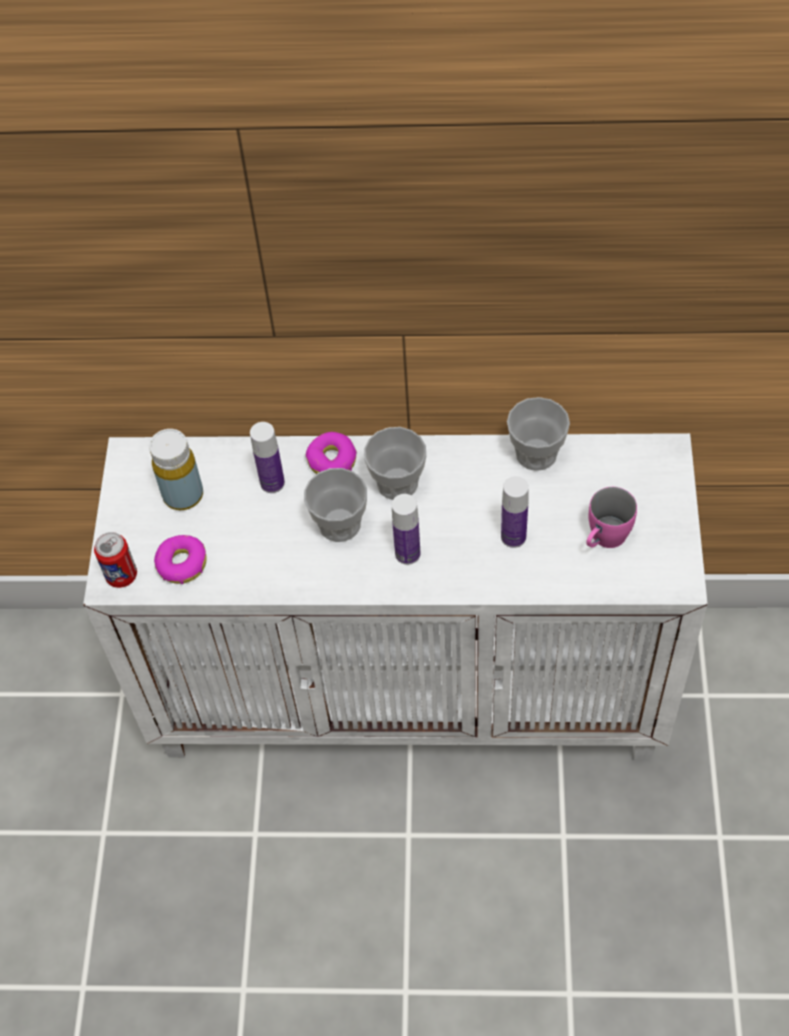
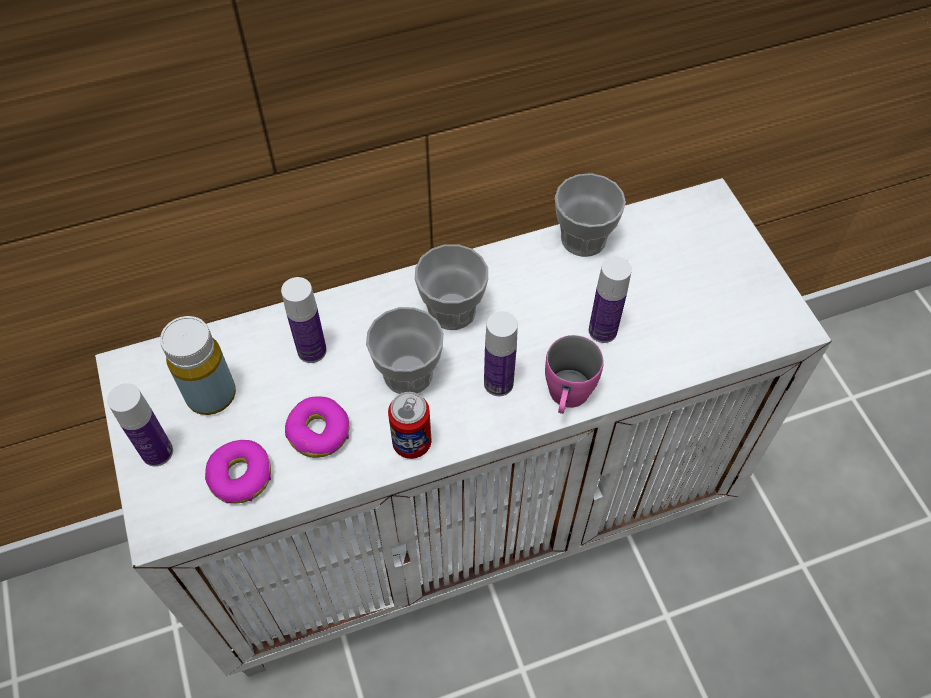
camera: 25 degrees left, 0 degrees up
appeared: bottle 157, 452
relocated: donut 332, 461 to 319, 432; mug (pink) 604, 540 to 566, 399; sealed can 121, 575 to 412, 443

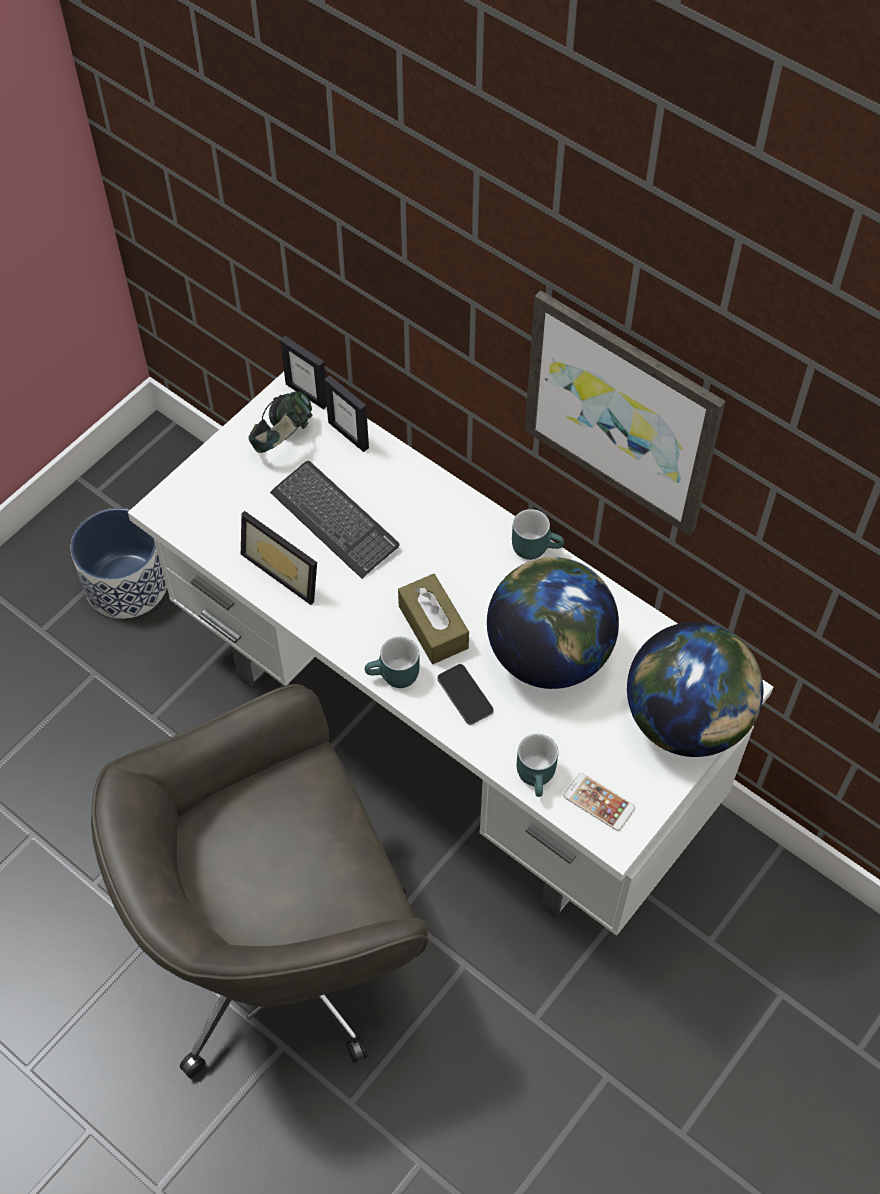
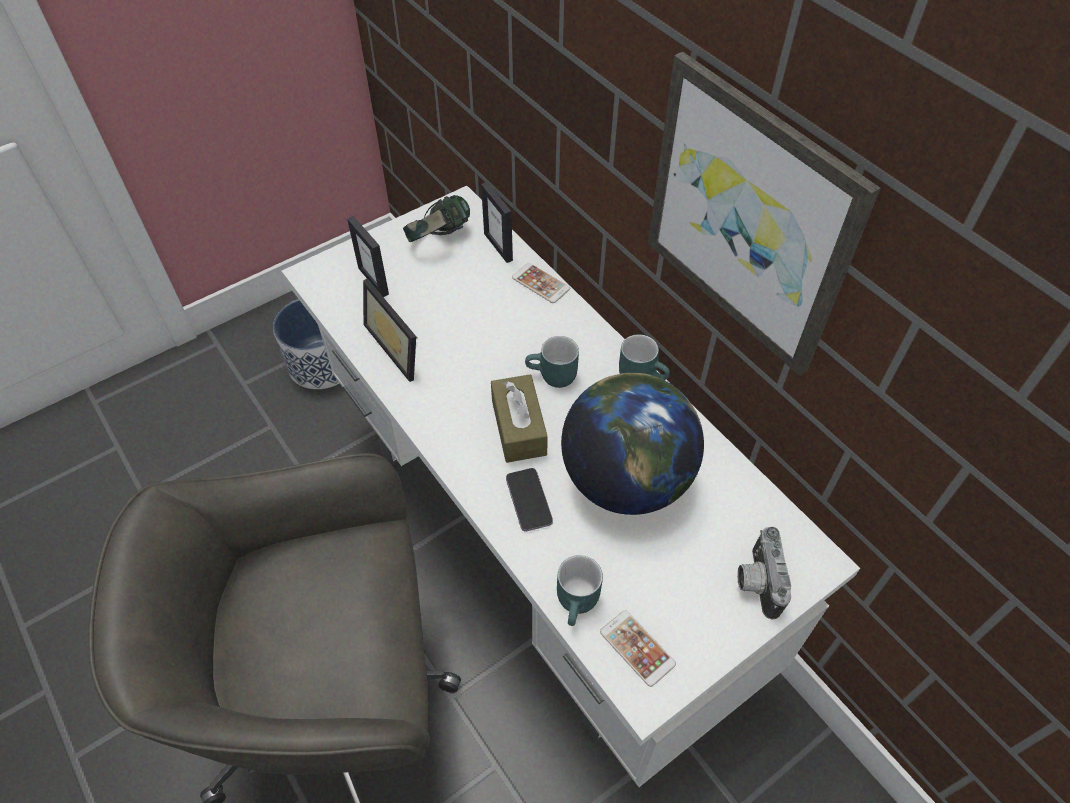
camera: 15 degrees right, 5 degrees down
missing: computer keyboard 334, 521
appeared: telephone 540, 283
relocated: photo frame 307, 394 to 374, 281; mug (turquoise-coloured) 394, 677 to 552, 377
exchanged: desk globe 686, 720 to still camera 756, 581

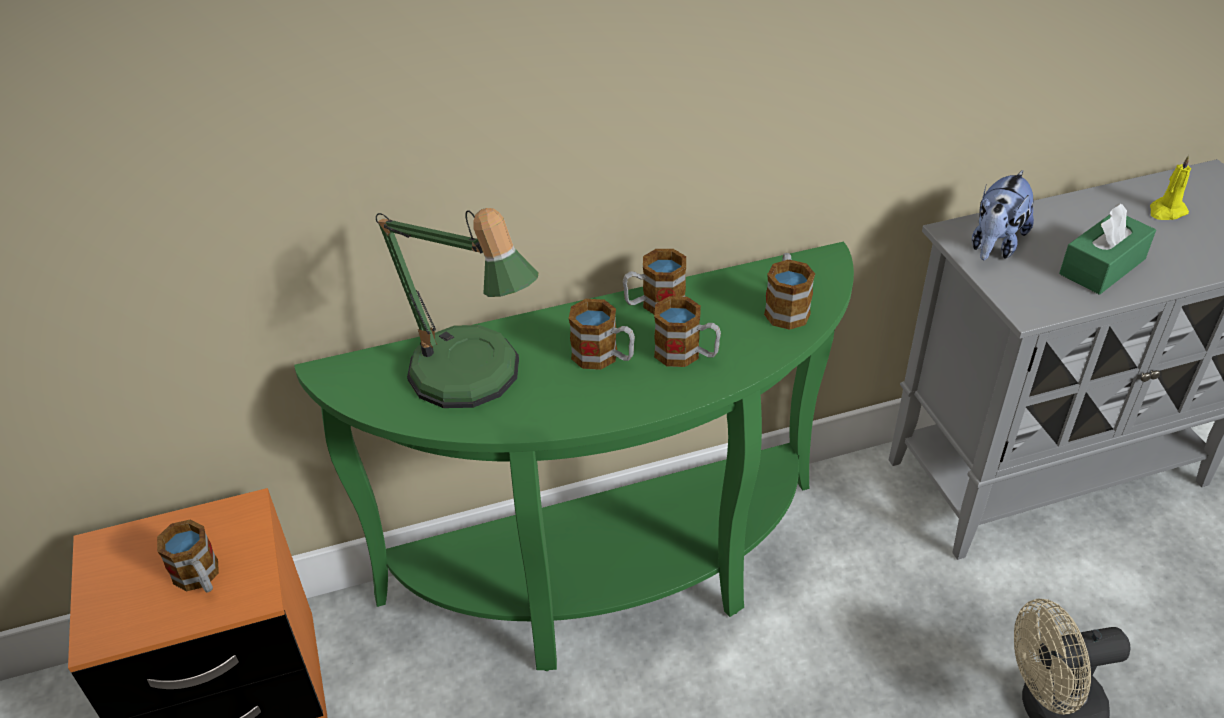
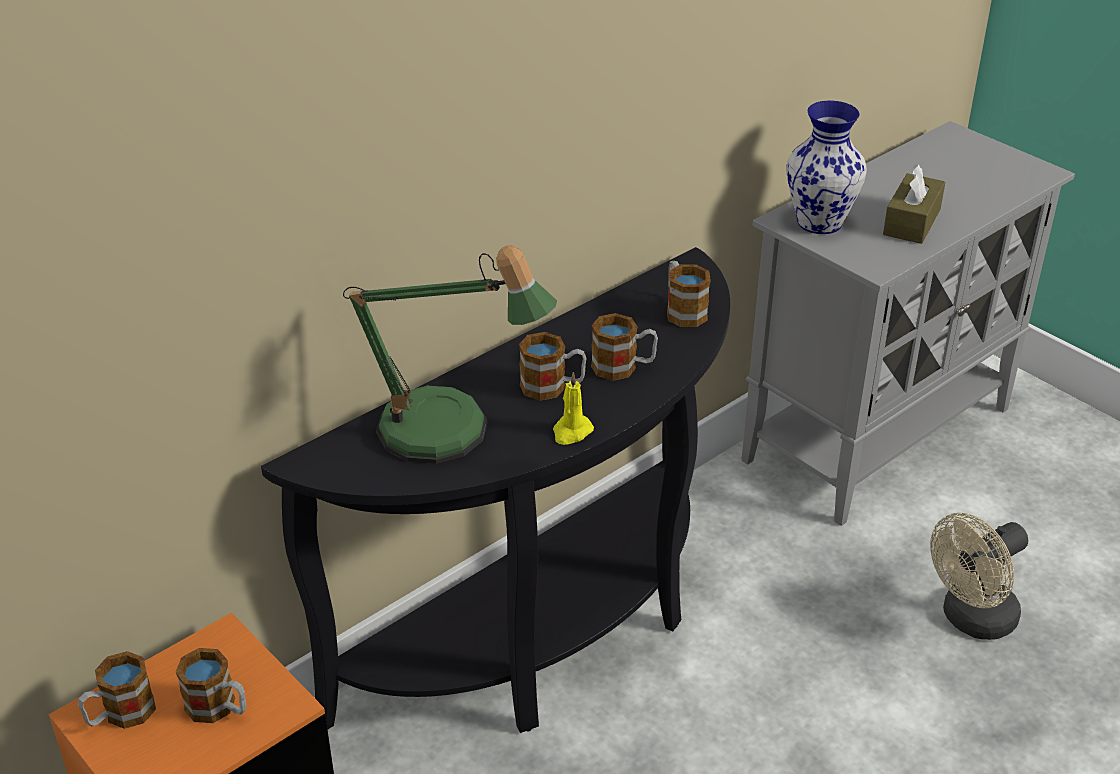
camera: 25 degrees left, 5 degrees down
relocated: wax light (yellow-coloured) 1166, 211 to 571, 432; mug 654, 304 to 120, 714
exchanged: cuddly toy 995, 245 to flower vase 820, 223
colour: tissue holder (green-coloured) 1102, 266 to tissue holder (brown-coloured) 911, 222; console table (green-coloured) 616, 582 to console table (black-coloured) 551, 635

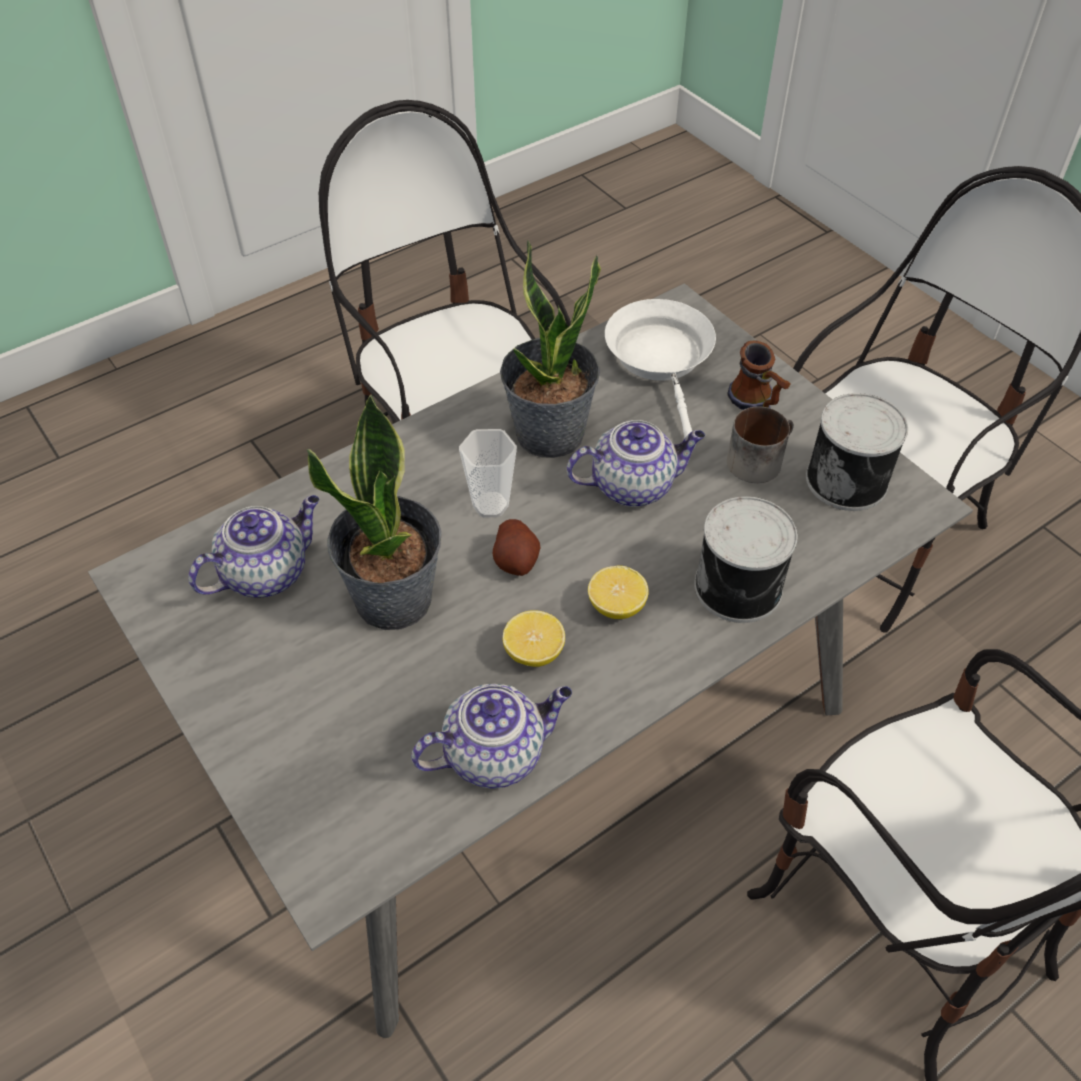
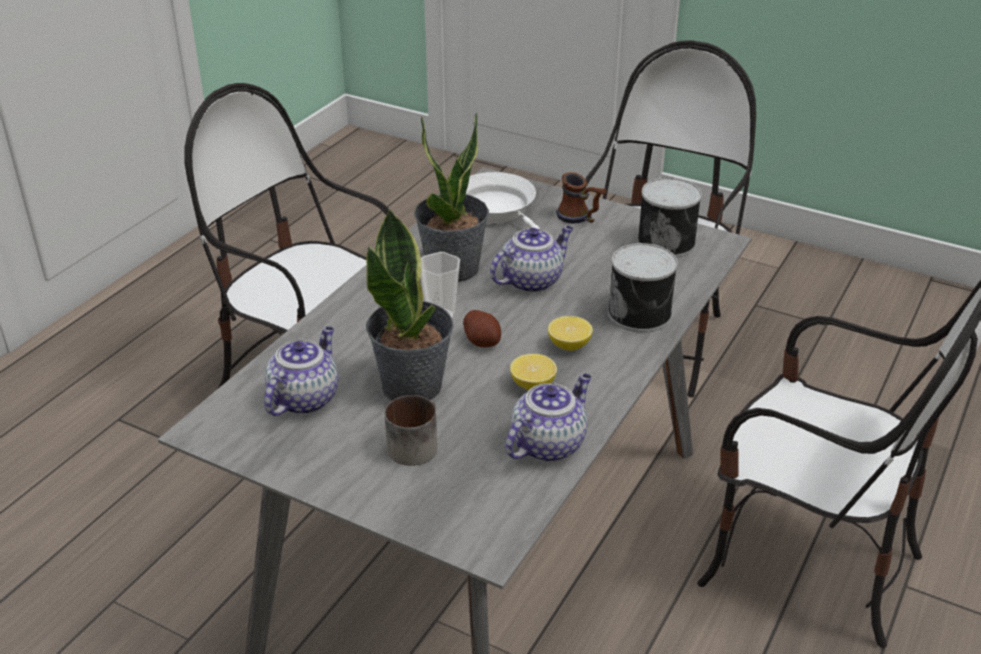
camera: 25 degrees left, 15 degrees down
relocated: mug 758, 459 to 414, 444

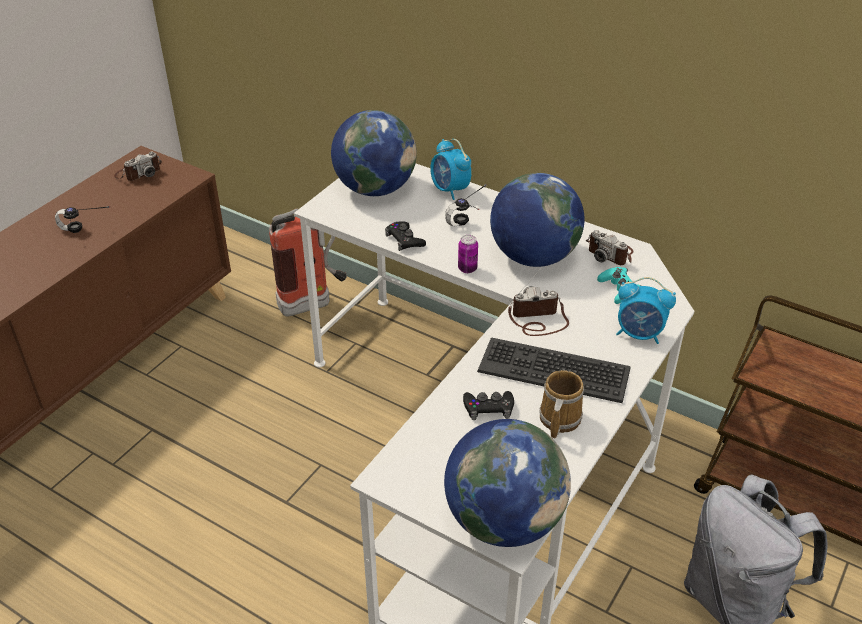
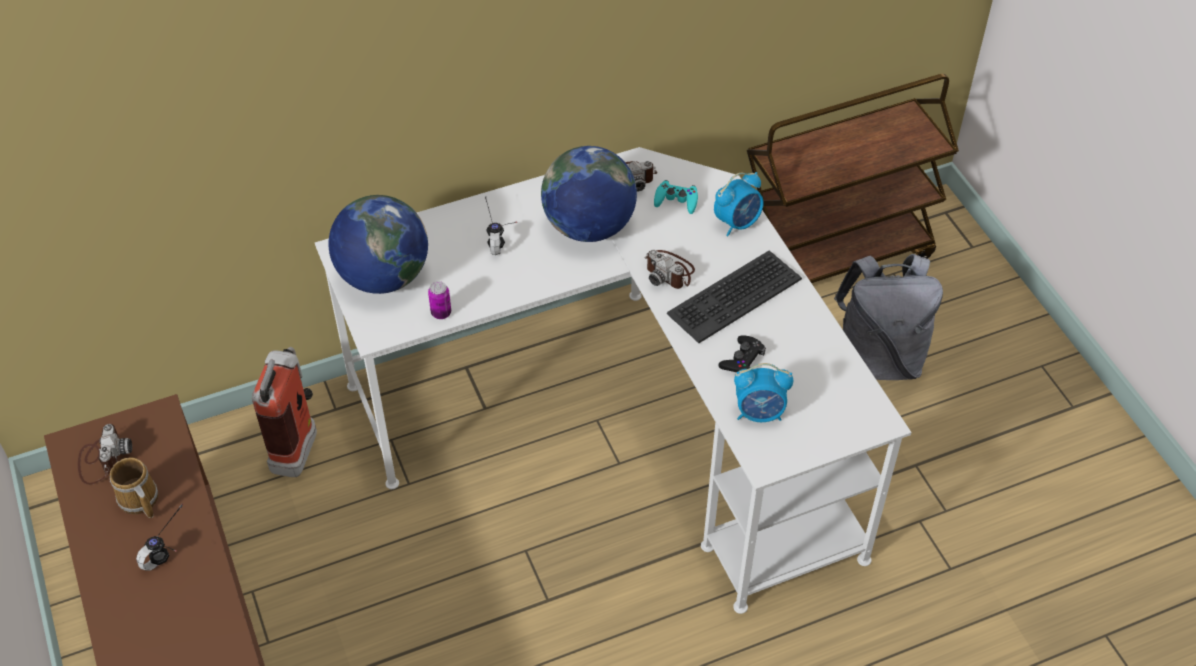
camera: 55 degrees left, 10 degrees up
missing: game controller (black-coloured) 404, 240; desk globe 504, 520
relocated: table clock 450, 190 to 760, 413; sealed can 467, 269 to 441, 313; mug 558, 419 to 138, 501
spun: still camera 538, 320 = 669, 271 75 degrees counterclockwise

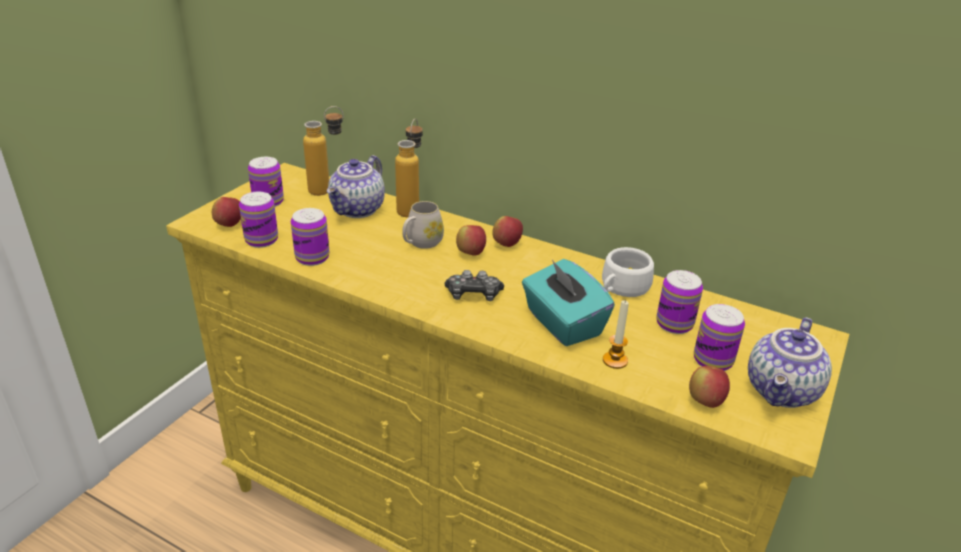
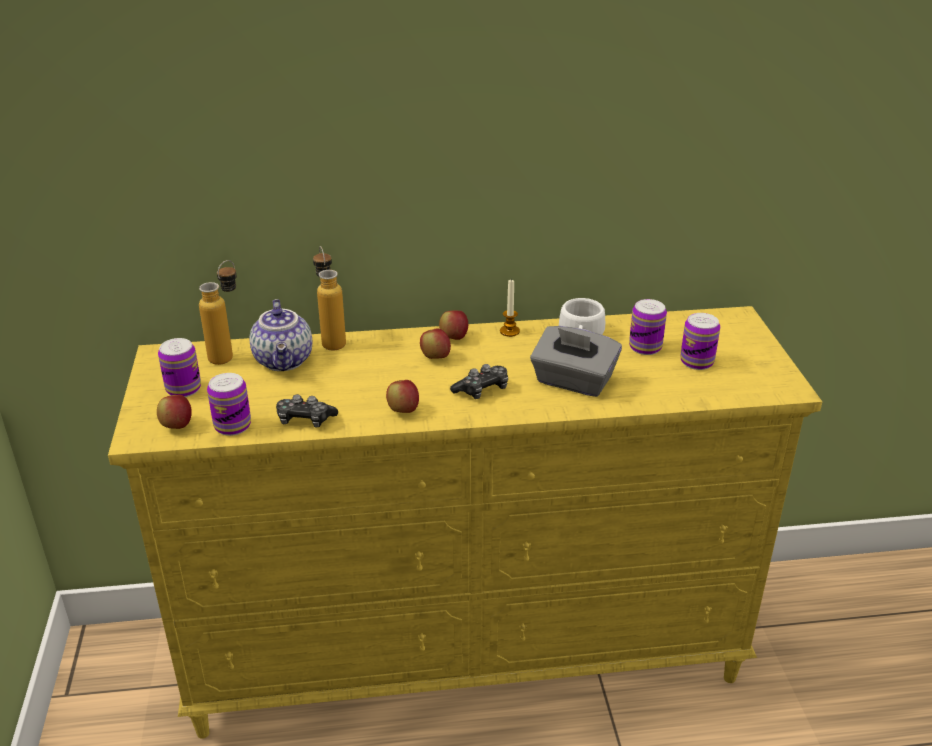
camera: 35 degrees left, 0 degrees up
missing: mug (white) 421, 243; pot for tea 783, 392
relocated: wax light 615, 360 to 509, 331; whole apple 705, 401 to 403, 410
exchanged: sealed can 312, 257 to game controller 305, 420
colour: tissue holder (turquoise-coloured) 562, 323 to tissue holder (gray) 573, 381

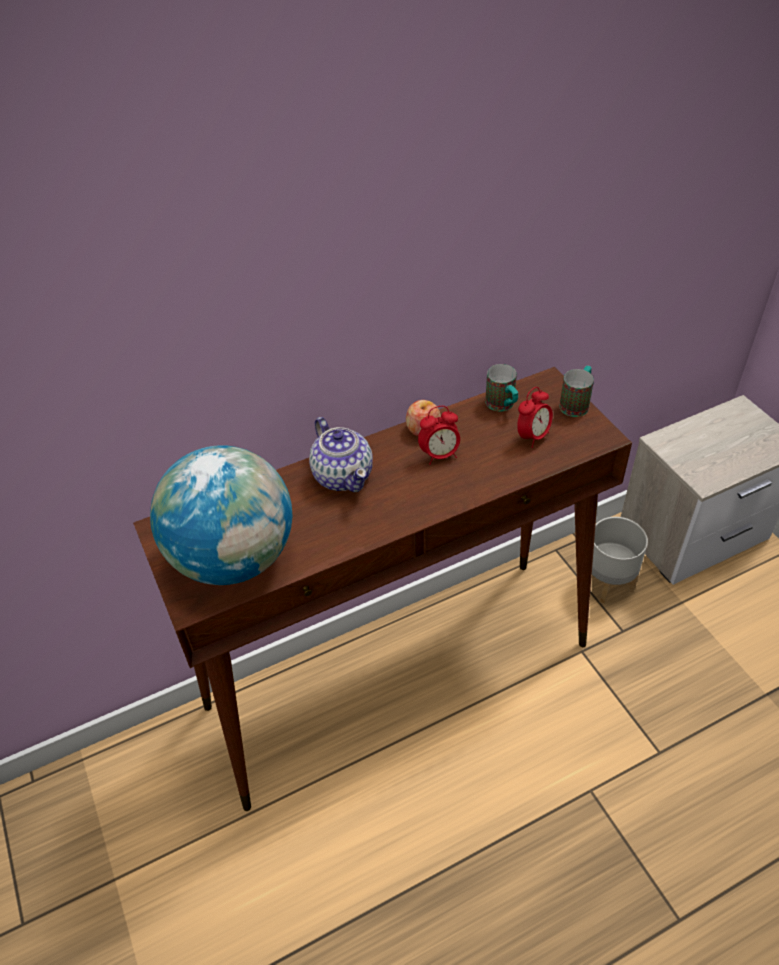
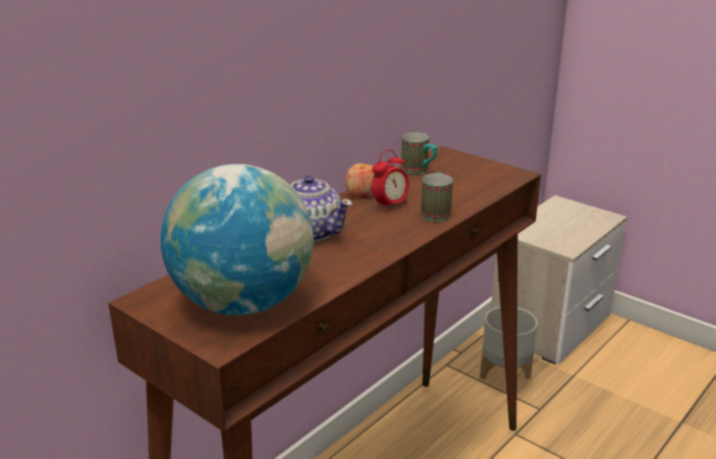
camera: 25 degrees left, 20 degrees down
missing: table clock 533, 436
relocated: mug 576, 403 to 436, 212

